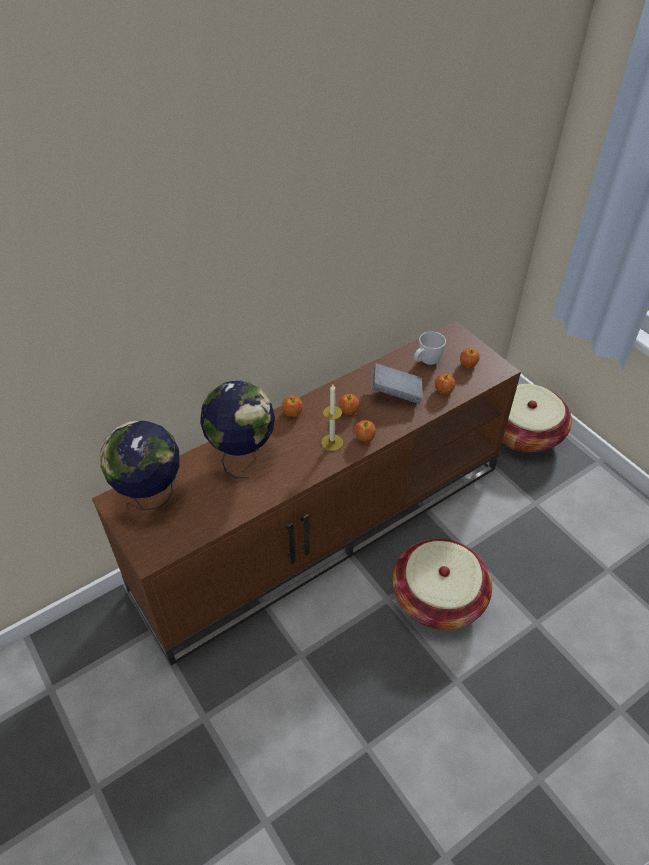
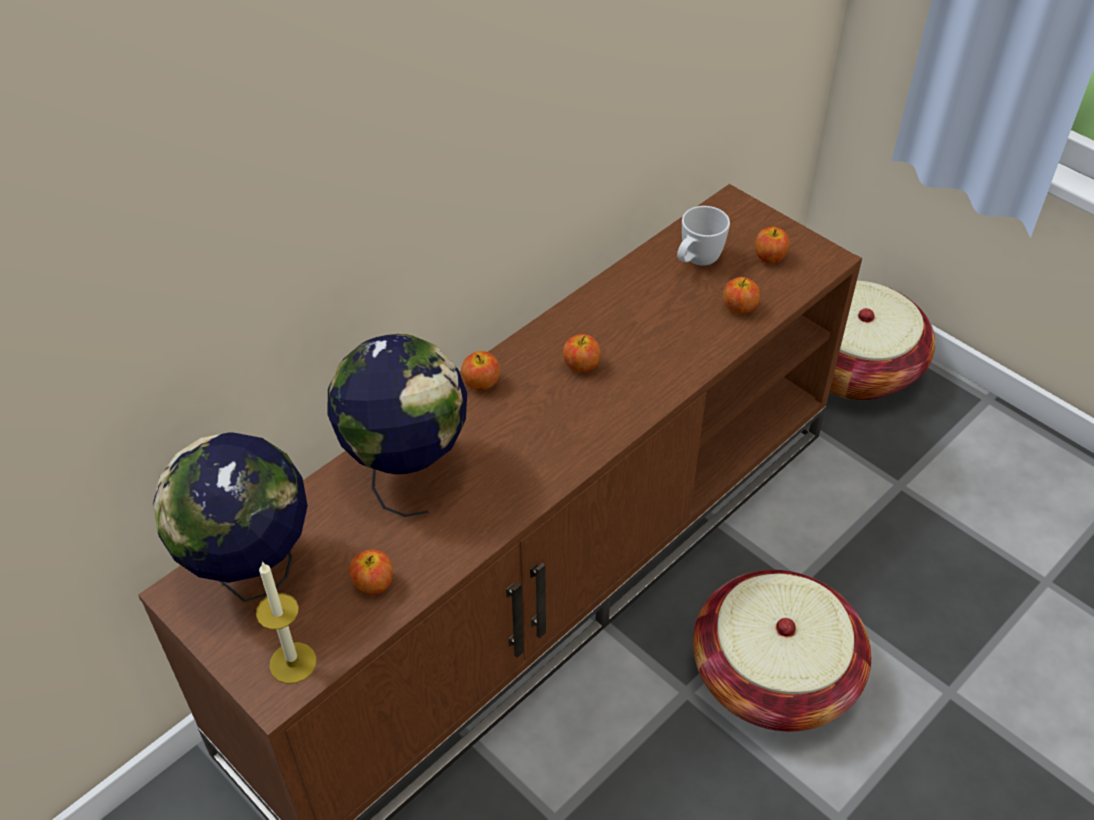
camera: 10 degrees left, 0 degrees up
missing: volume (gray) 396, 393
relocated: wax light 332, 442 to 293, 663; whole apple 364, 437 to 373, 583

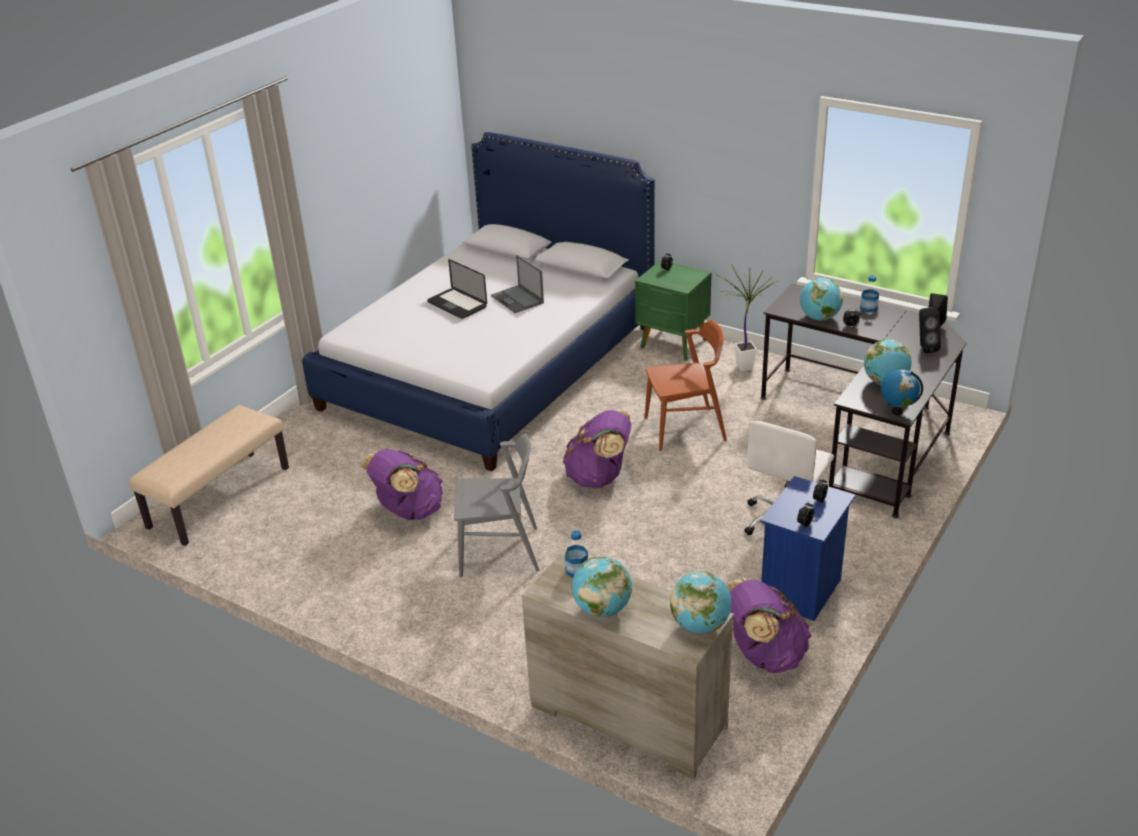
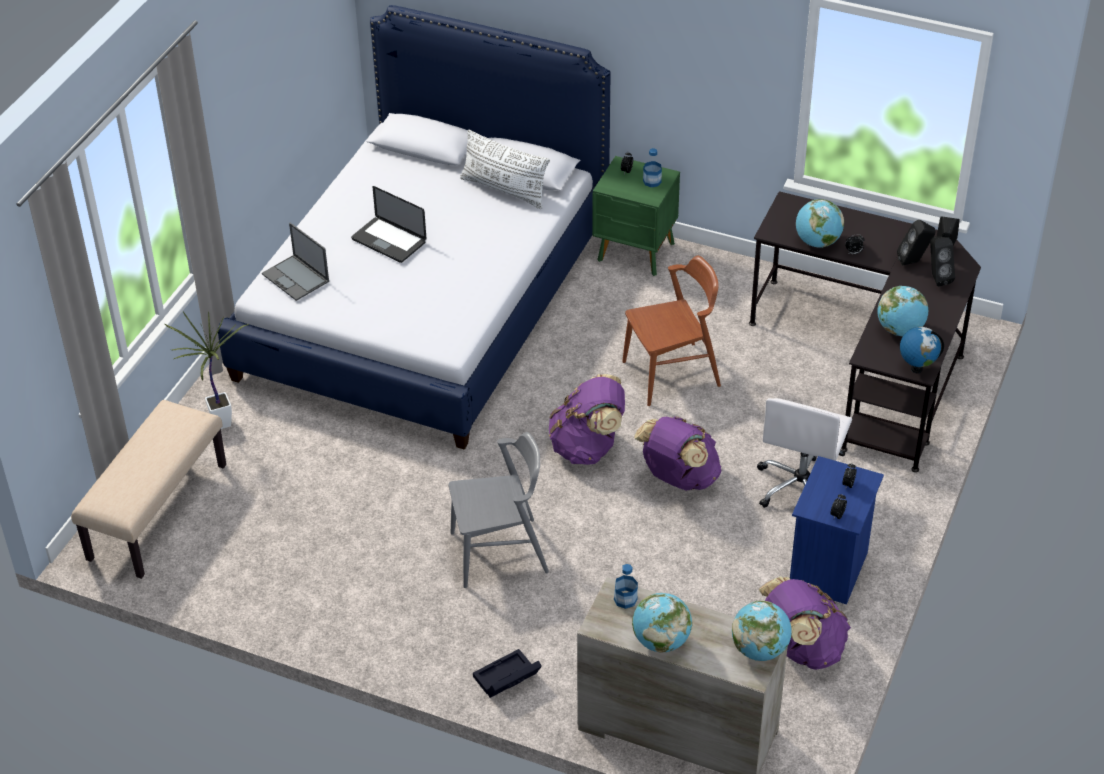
camera: 10 degrees left, 10 degrees up
appeared: pillow (white) 504, 190; speaker (black-coloured) 914, 261; storage bin (black-coloured) 506, 680
relocated: notebook computer 518, 299 to 296, 278; plant in a pot 744, 369 to 220, 427; bottle 868, 308 to 652, 181; knapsack (purplish) 408, 511 to 678, 478

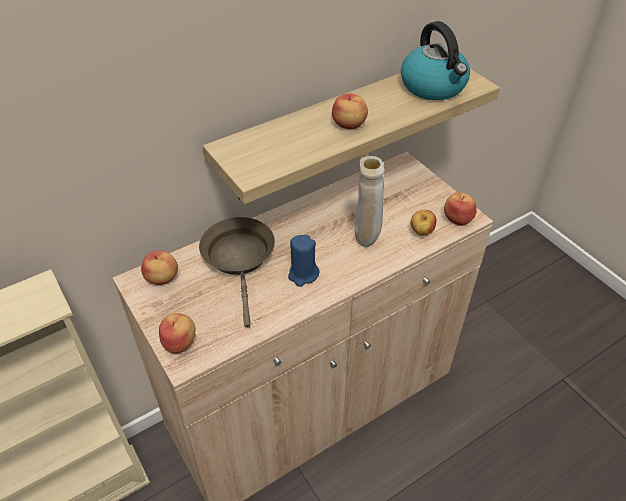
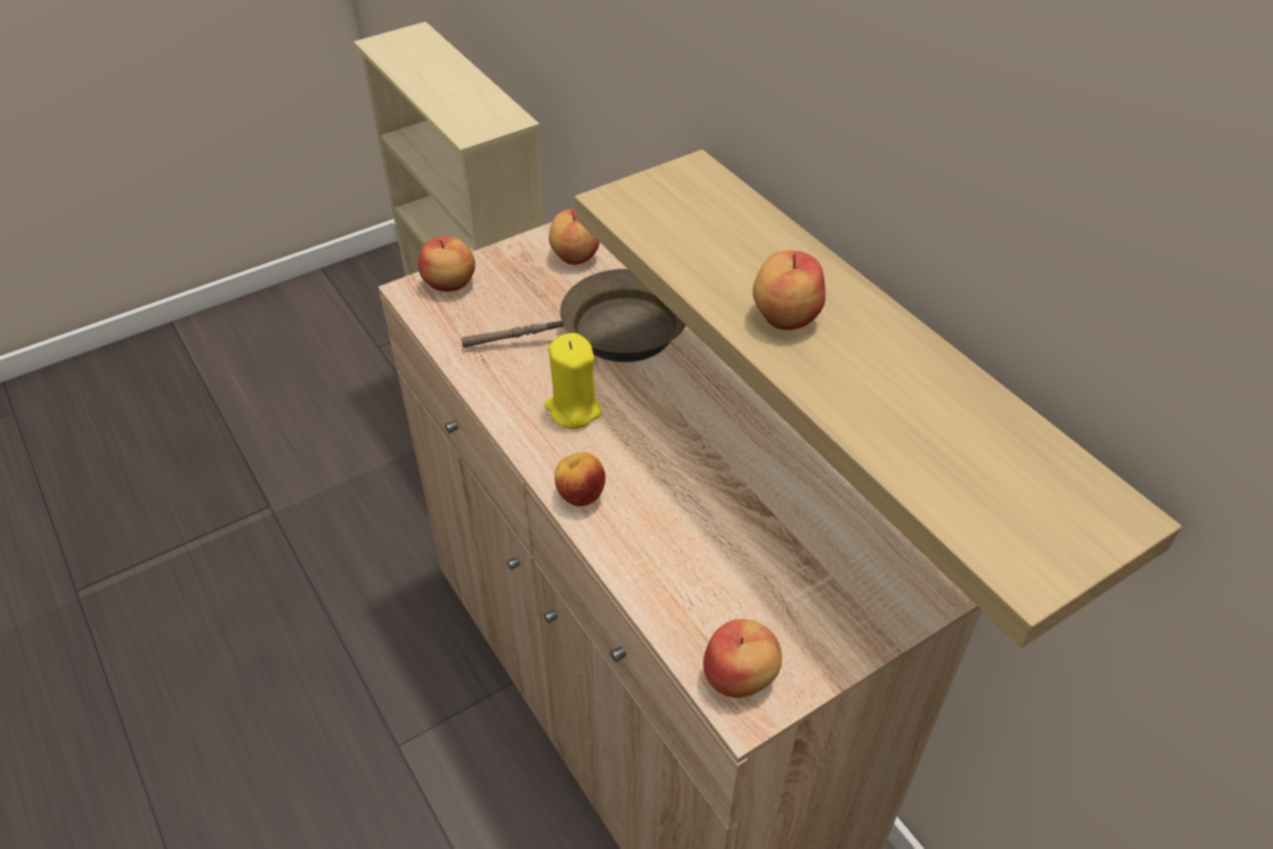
camera: 90 degrees right, 0 degrees up
missing: tea kettle 434, 87; flower vase (beige) 366, 240
relocated: whole apple 421, 232 to 580, 496
colour: wax light (bluish) 303, 274 to wax light (yellow-coloured) 573, 410

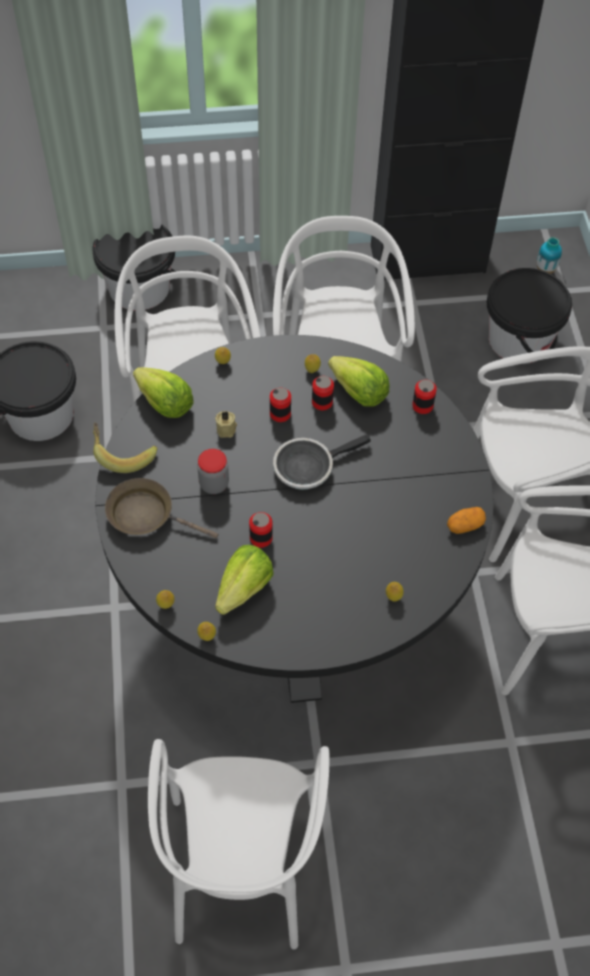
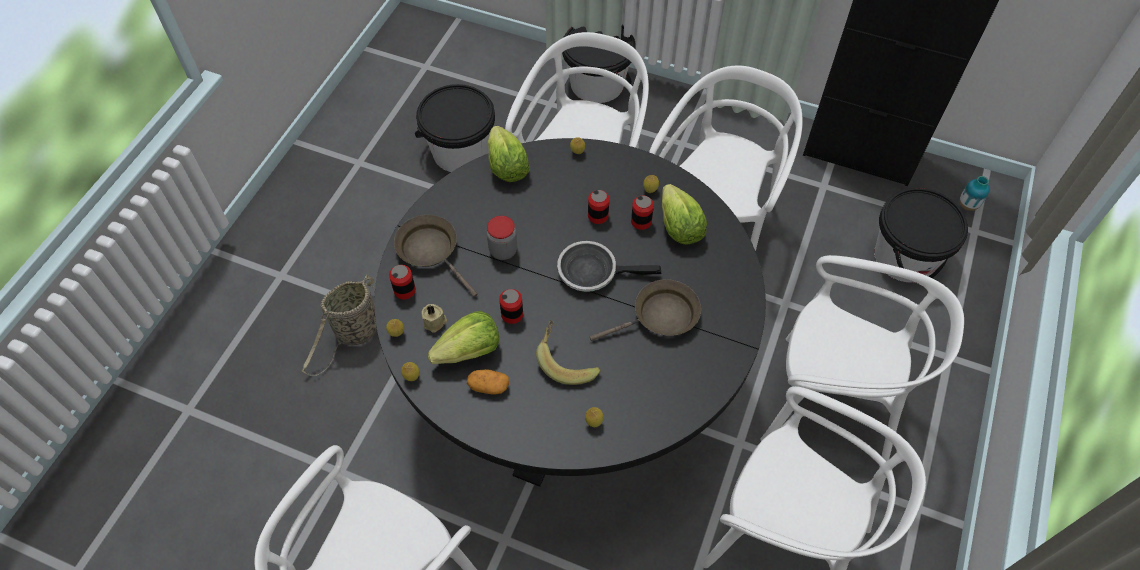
camera: 30 degrees right, 0 degrees up
appeared: household basket 356, 334; pan (brown-coloured) 660, 317
relocated: sealed can 422, 406 to 405, 290; wax light (beige) 227, 429 to 435, 322; whole banana 123, 453 to 567, 360; potato 465, 525 to 488, 386

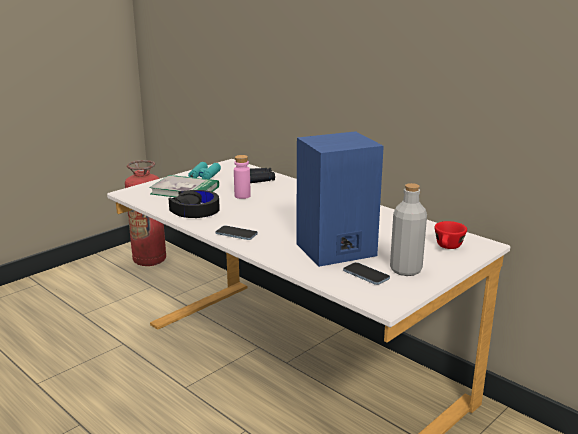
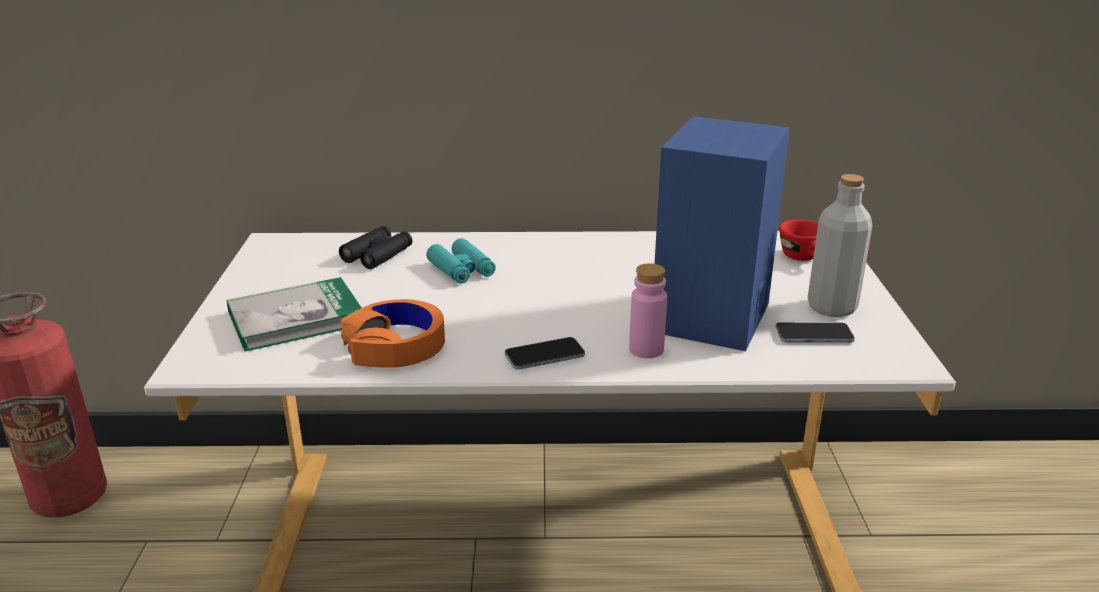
camera: 45 degrees left, 5 degrees up
relocated: bottle (pink) 242, 196 to 646, 349; binoculars (turquoise-coloured) 204, 176 to 461, 270
colour: headphones (black-coloured) 195, 210 to headphones (orange-coloured) 395, 346

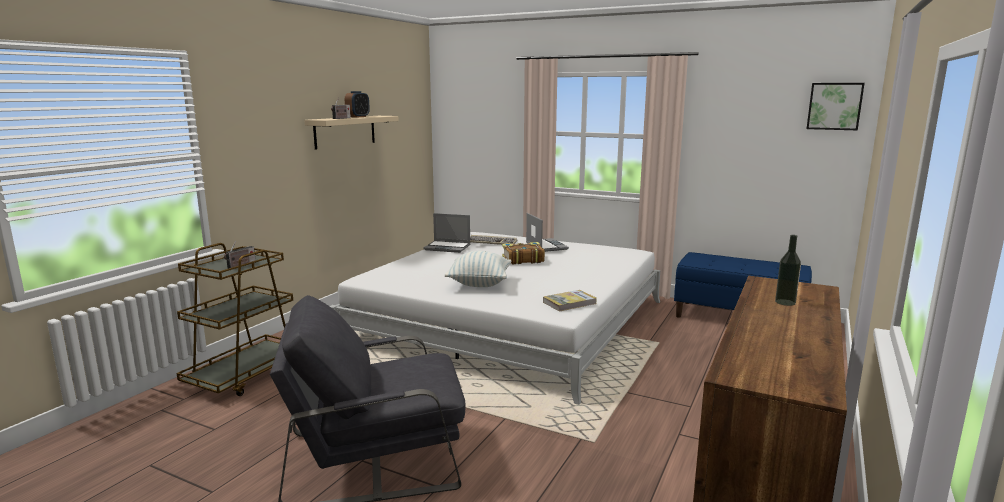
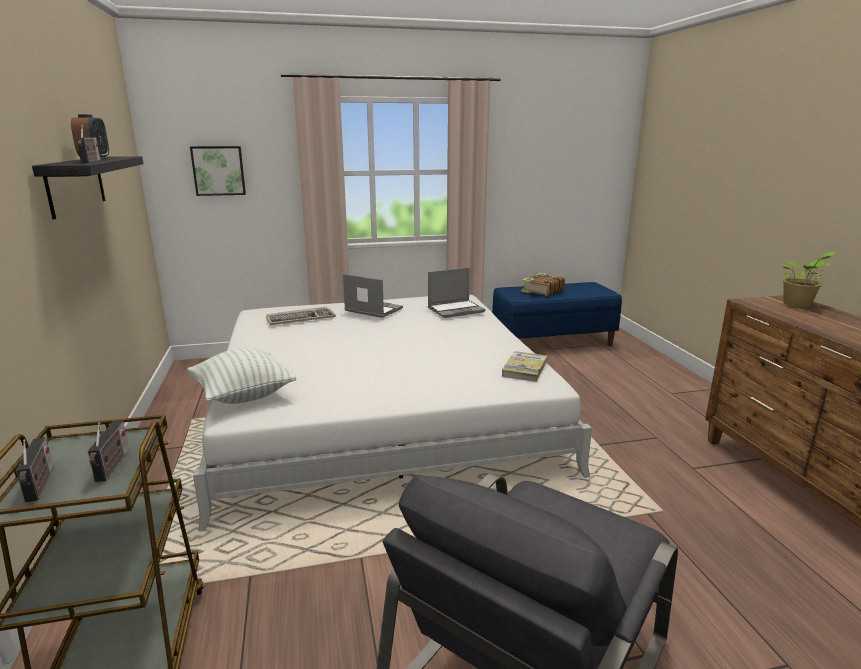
camera: 40 degrees left, 5 degrees up
missing: bottle 785, 302
appeared: plant in a pot 798, 305; radio set 40, 485
relocated: picture 834, 106 to 218, 170; notebook computer 448, 247 to 456, 310; volume 522, 259 to 542, 291; pillow 479, 284 to 243, 395
colour: bracket shelf (beige) 345, 131 to bracket shelf (black-coloured) 76, 185

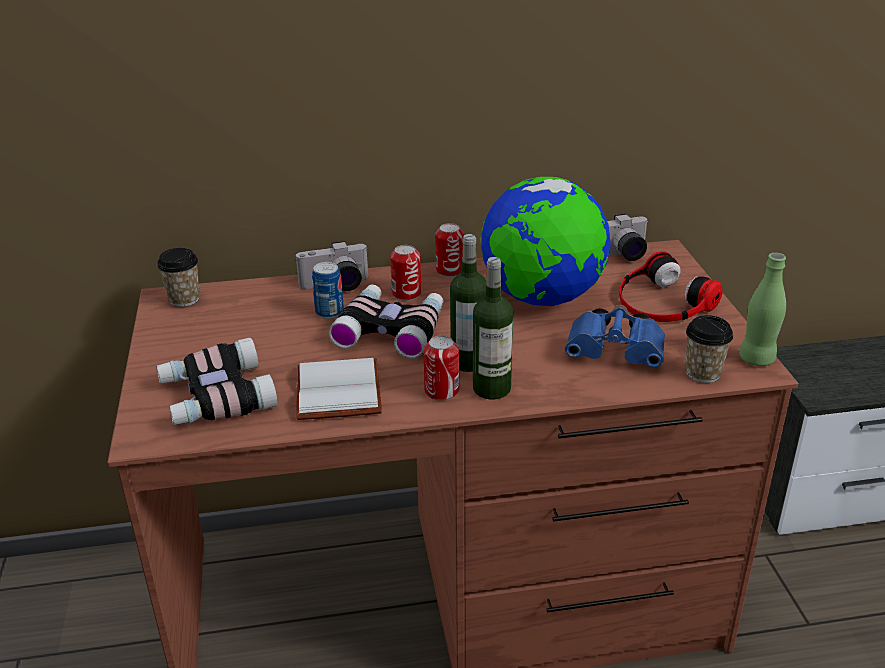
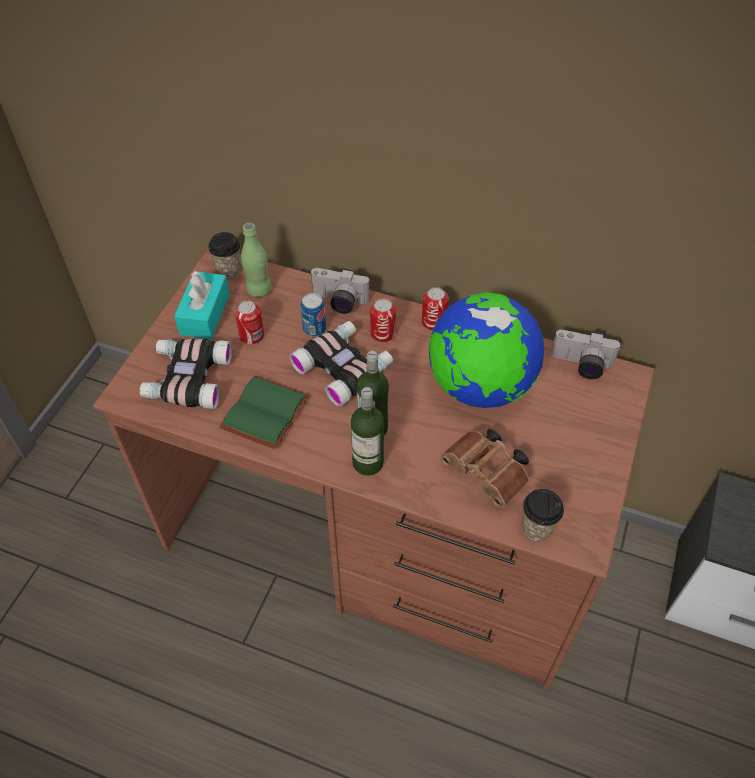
camera: 30 degrees right, 20 degrees up
missing: headphones 662, 301
appeared: tissue holder (turquoise-coloured) 205, 314
relocated: bottle (green-coloured) 756, 359 to 259, 290; sealed can 441, 391 to 251, 336
colour: binoculars (bluish) 617, 354 to binoculars (brown-coloured) 488, 475; volume (white) 341, 392 to volume (green-coloured) 266, 414

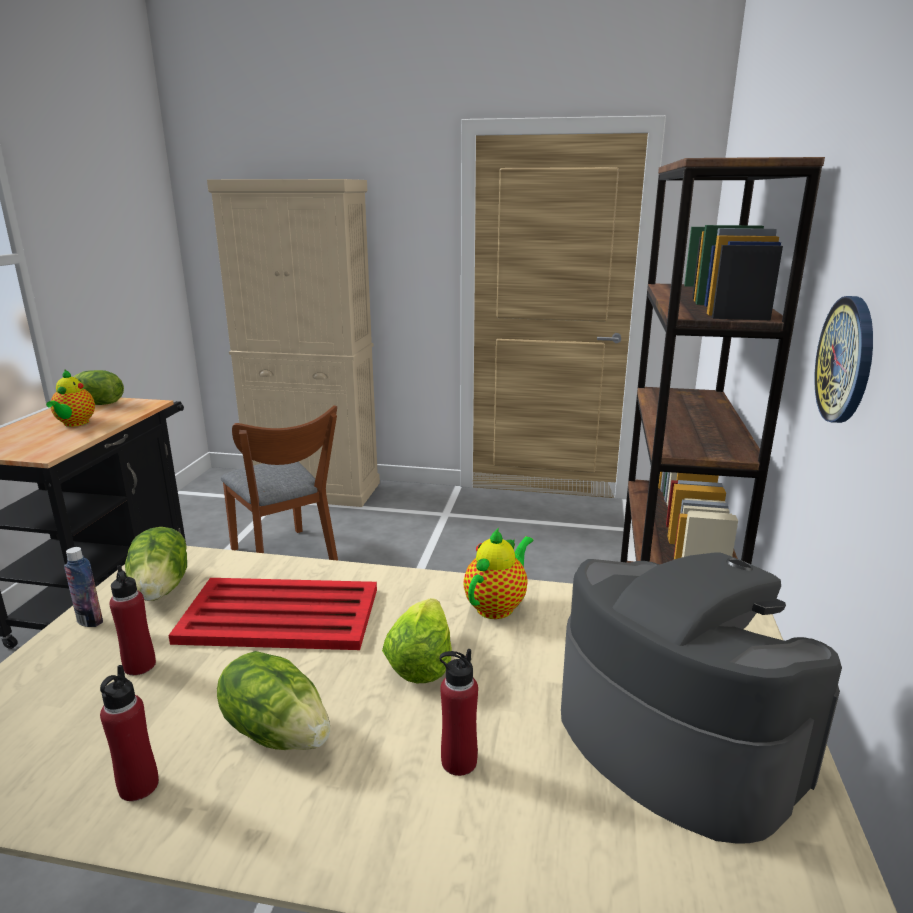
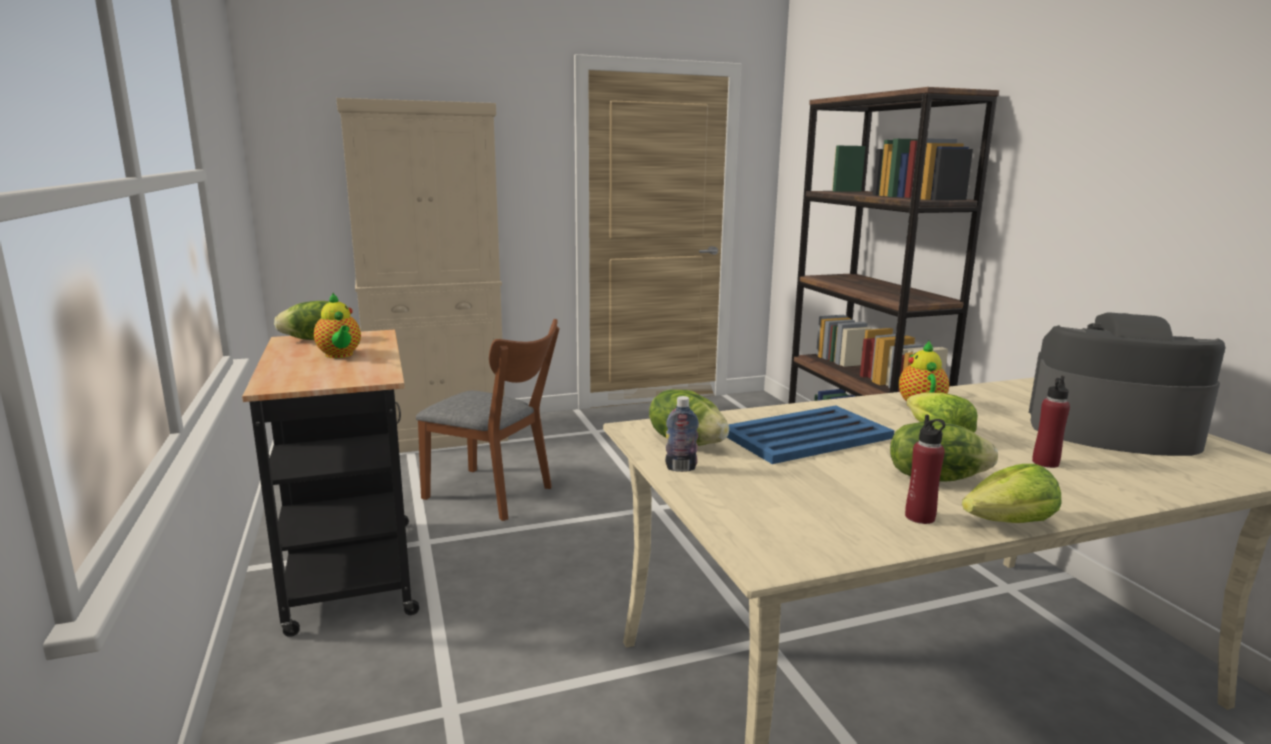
camera: 30 degrees left, 5 degrees down
missing: wall clock 846, 360; bottle (red) 139, 665
appeared: lettuce head 1009, 524
colour: tray (red) 278, 615 to tray (bluish) 804, 436

